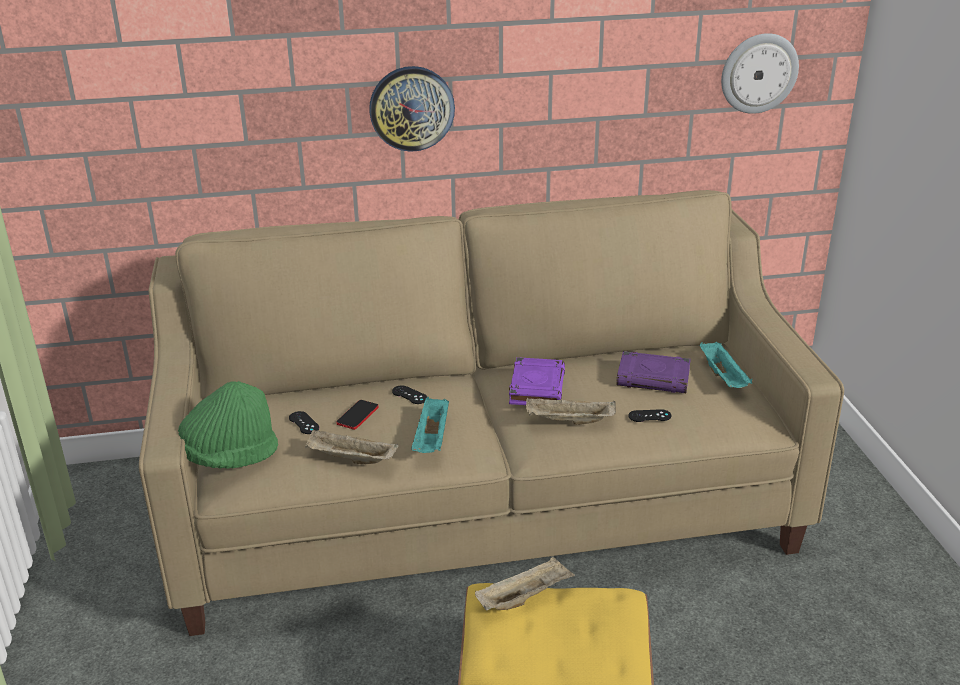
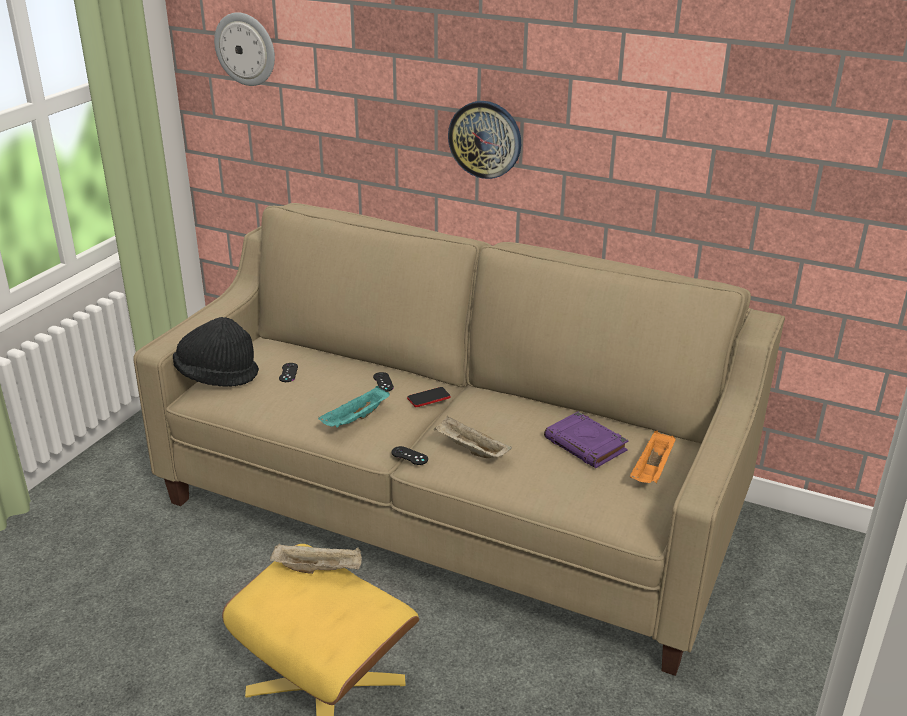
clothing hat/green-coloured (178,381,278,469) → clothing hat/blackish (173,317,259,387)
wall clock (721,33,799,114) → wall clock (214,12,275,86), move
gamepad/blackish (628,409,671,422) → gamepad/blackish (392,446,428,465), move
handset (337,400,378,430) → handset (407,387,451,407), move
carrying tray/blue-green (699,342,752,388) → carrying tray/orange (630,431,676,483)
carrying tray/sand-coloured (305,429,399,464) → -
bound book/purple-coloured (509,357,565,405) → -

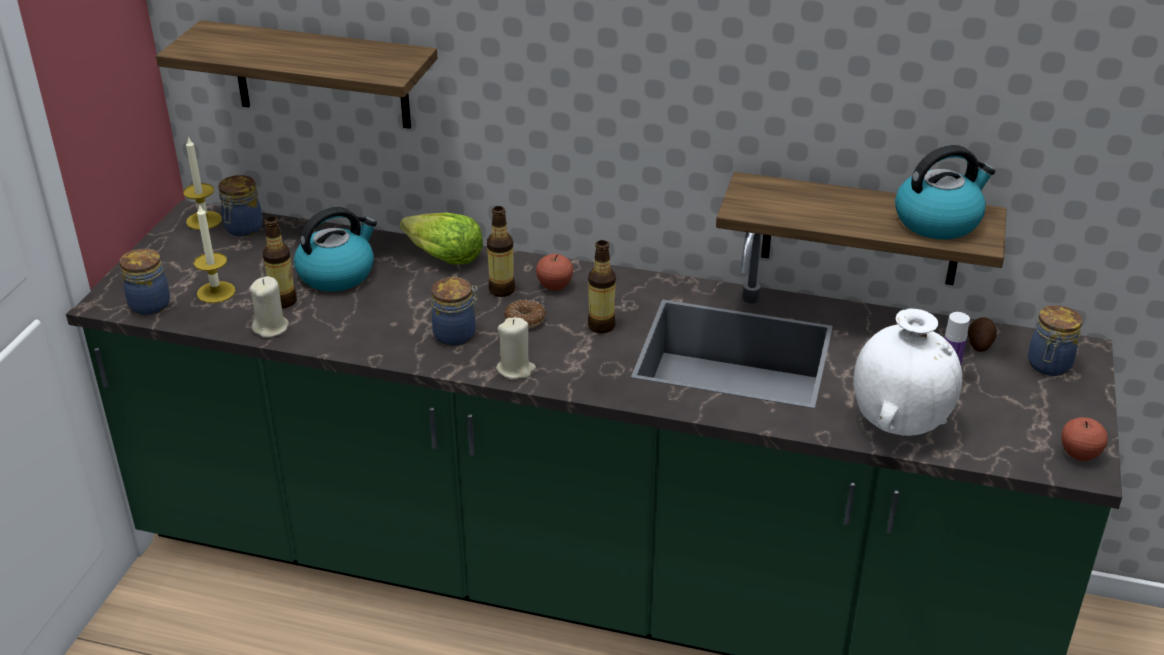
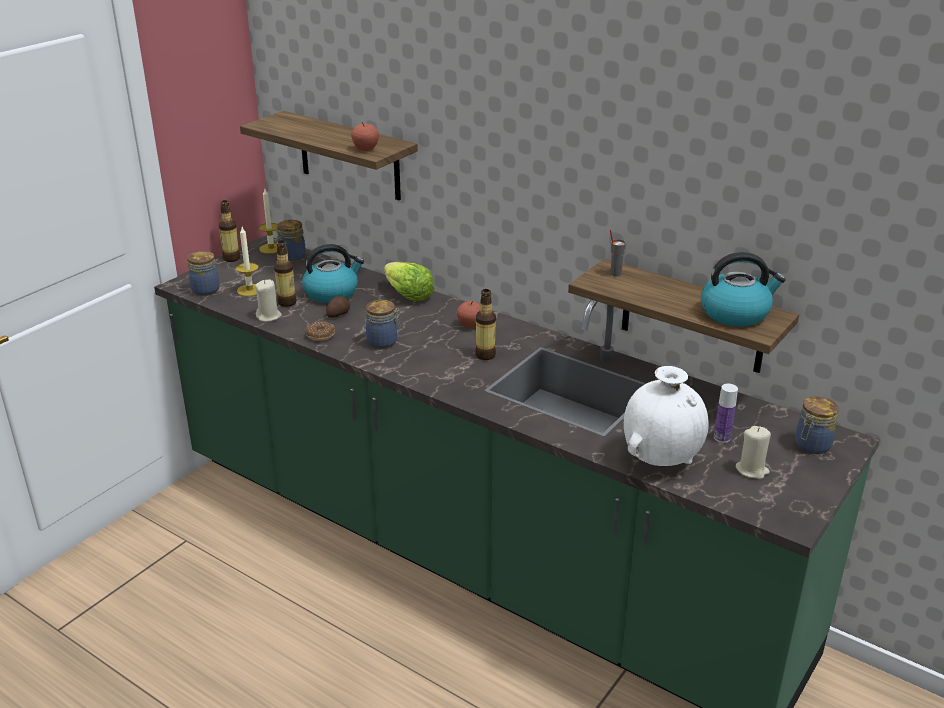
bottle (487,206,515,297) → bottle (219,200,240,262), move
doughnut (504,300,546,329) → doughnut (305,321,335,341), move
spud (968,317,997,352) → spud (326,296,350,318), move
apple fruit (1061,417,1108,461) → apple fruit (351,122,379,151), move
- → cup/grey (610,230,626,277)
wax light/sand-coloured (496,318,536,379) → wax light/sand-coloured (735,426,771,479), move

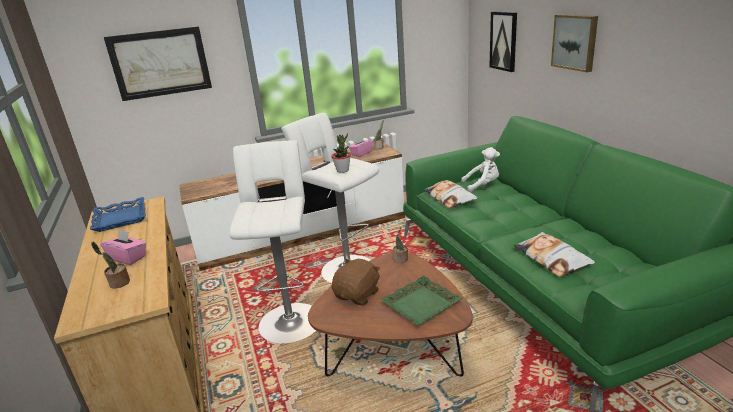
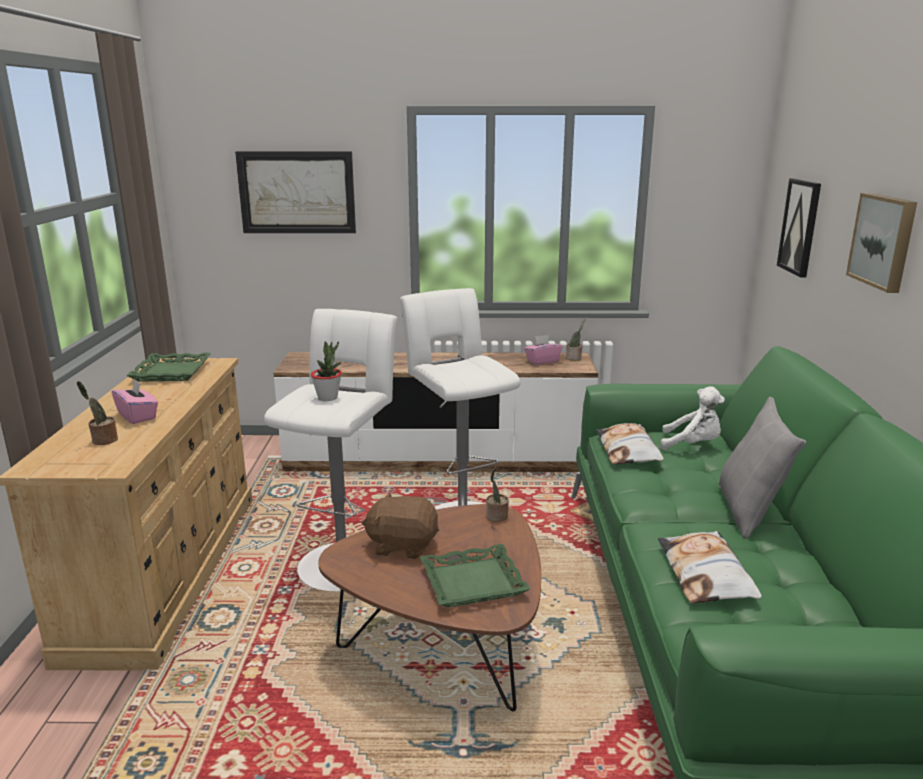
carrying tray/blue (90,197,146,232) → carrying tray/green-coloured (126,353,211,382)
plant in a pot (331,133,351,173) → plant in a pot (311,341,342,401), move
cuddly toy/brown (332,259,380,306) → cuddly toy/brown (362,492,439,559), 135 degrees counterclockwise
- → cushion/grey (719,397,806,539)

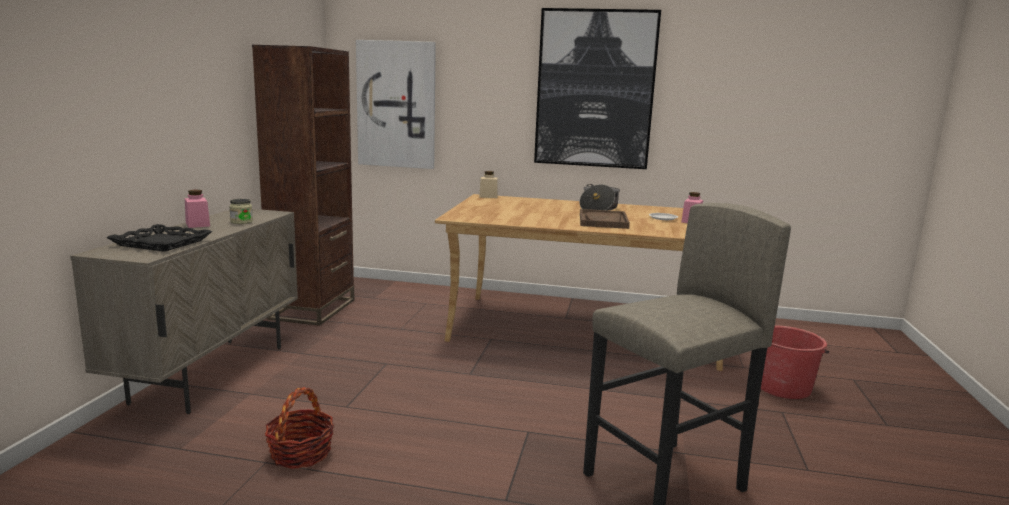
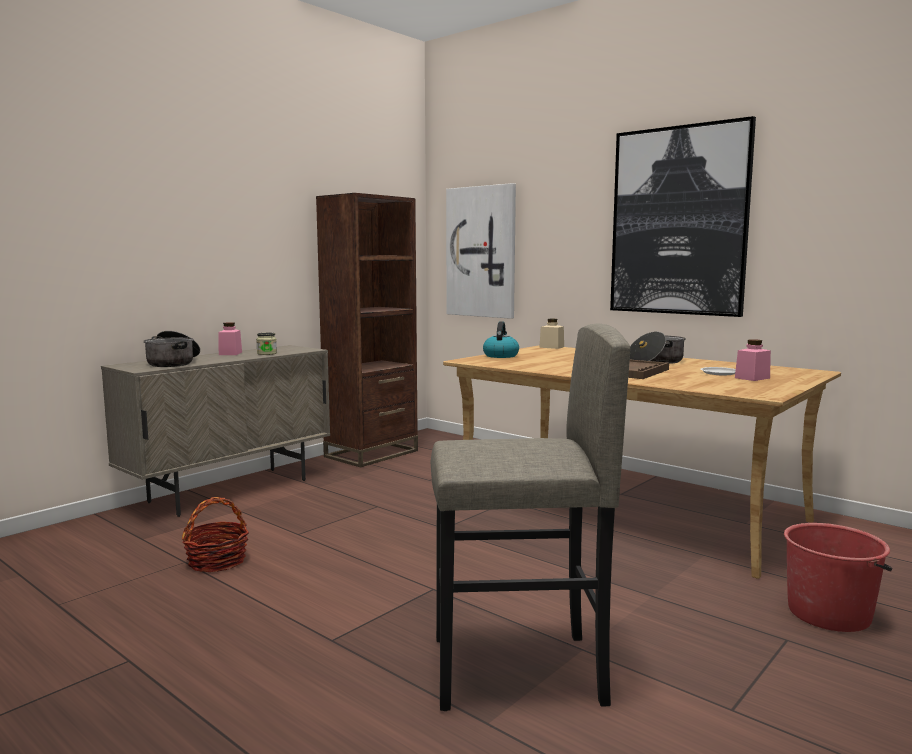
carrying tray/blackish (106,224,212,252) → saucepot (144,331,200,367)
- → water kettle (483,321,519,358)

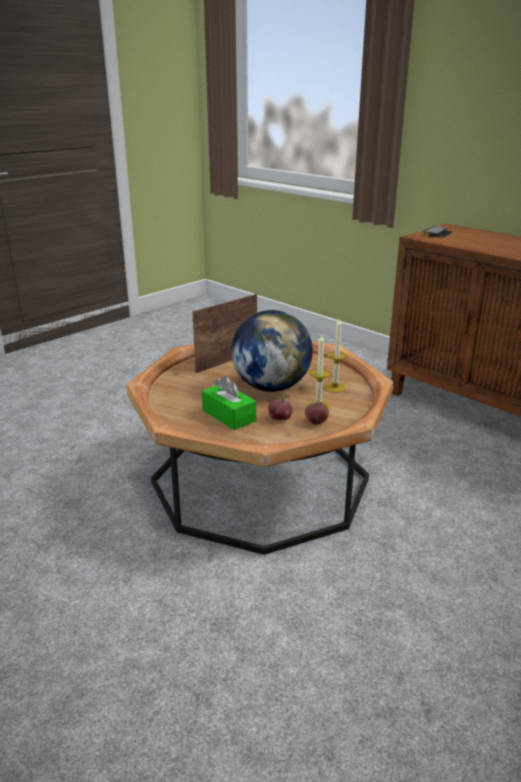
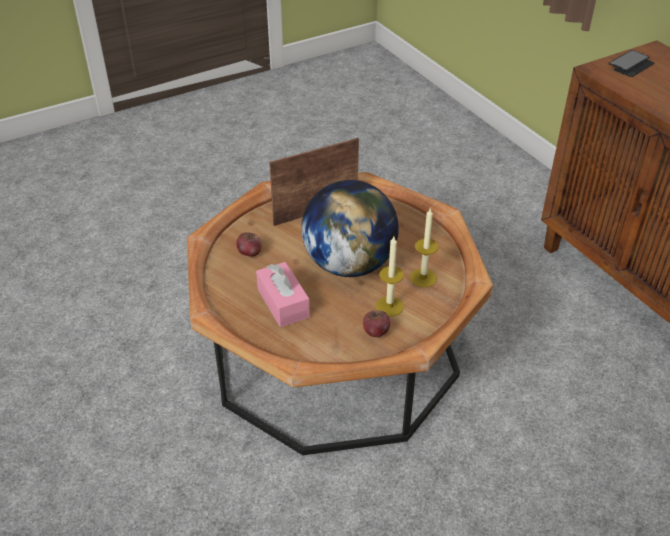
apple fruit (268,398,293,420) → apple fruit (236,232,262,256), move
tissue holder/green-coloured (202,376,256,430) → tissue holder/pink (256,262,310,327)

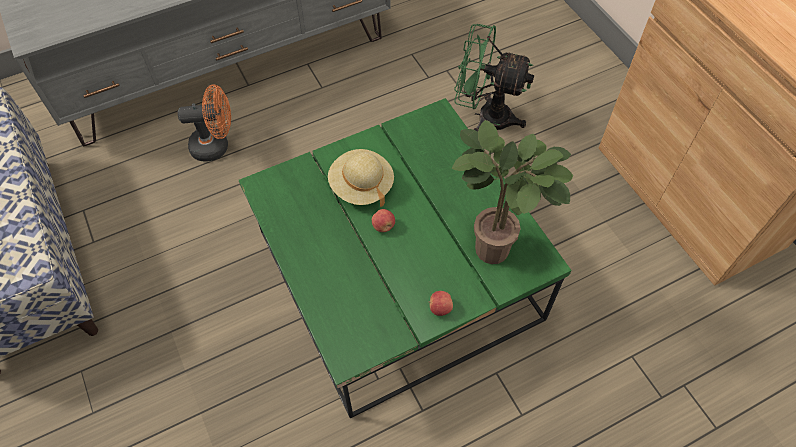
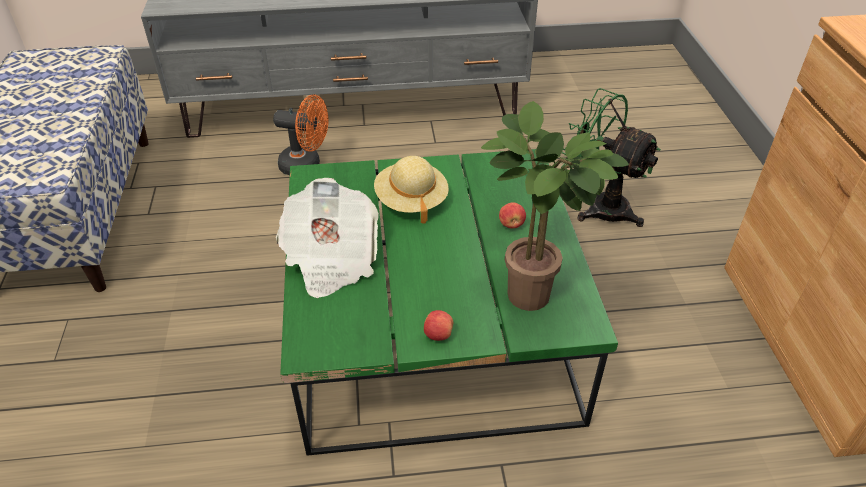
- → newspaper (276,178,379,298)
apple fruit (372,209,395,232) → apple fruit (499,202,526,229), move

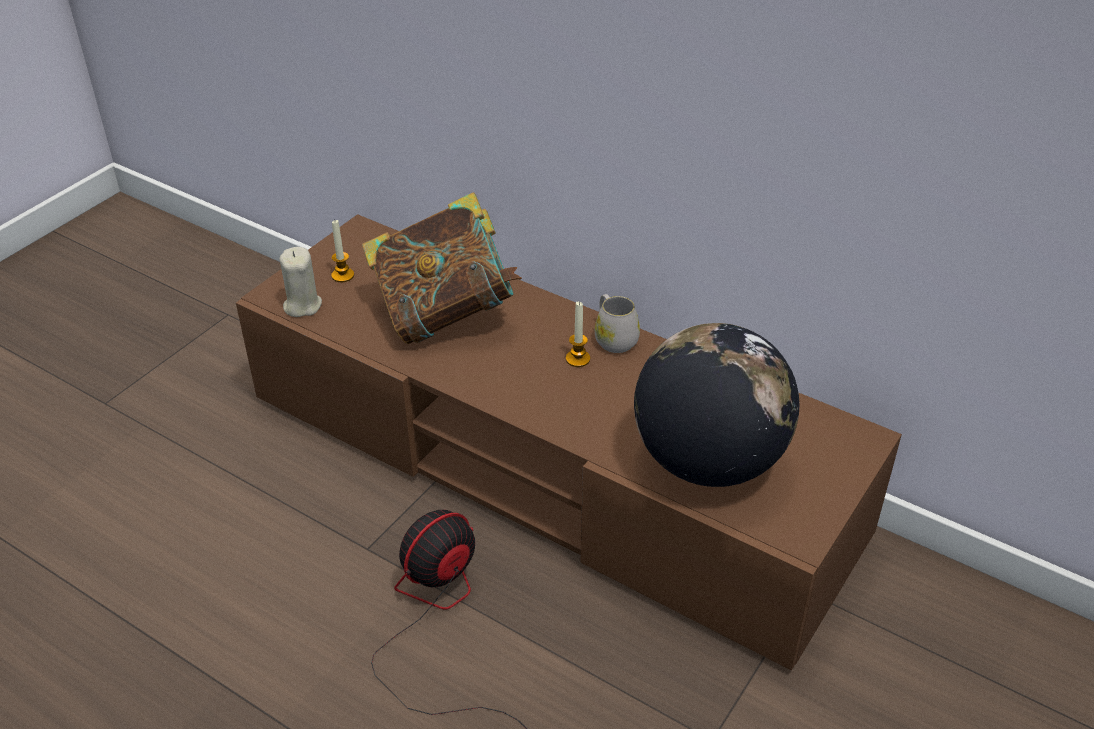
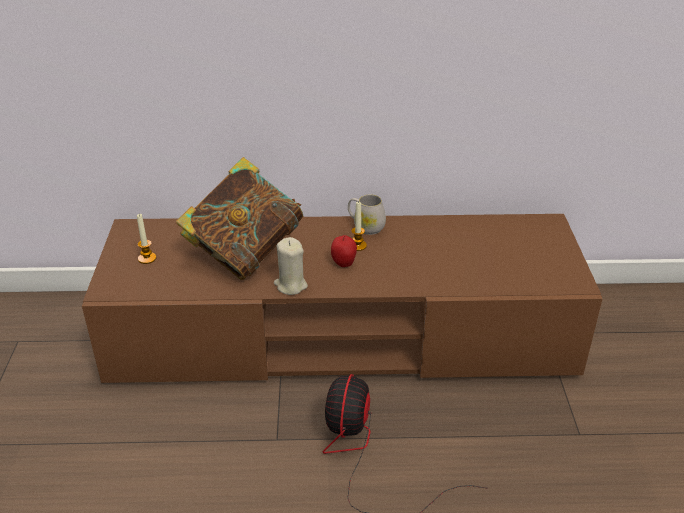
wax light/sand-coloured (279,247,322,317) → wax light/sand-coloured (274,237,308,295), move
- → apple fruit (331,235,357,267)
desk globe (634,323,799,487) → -

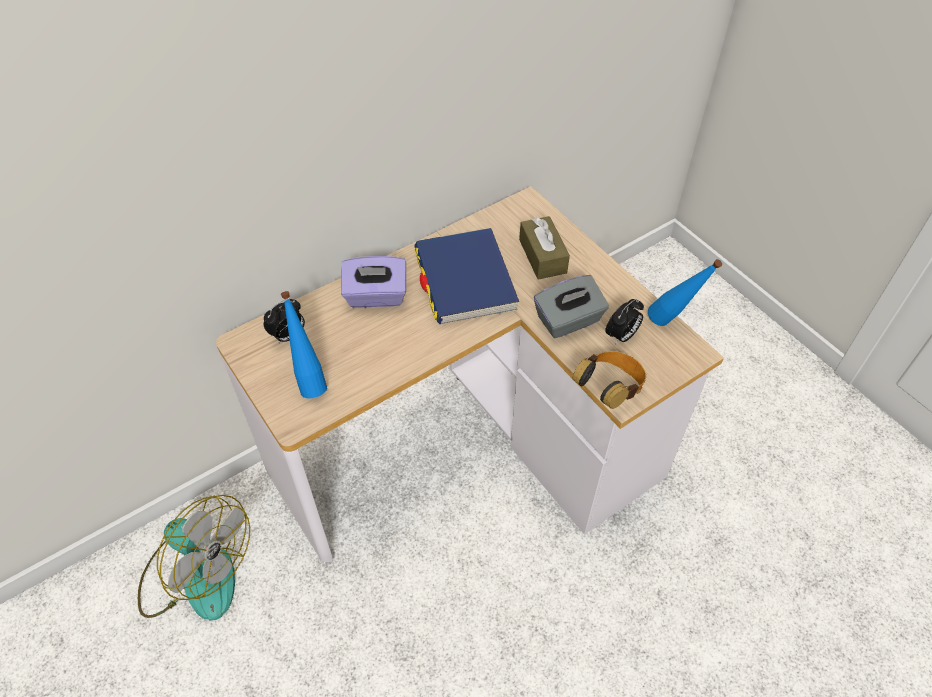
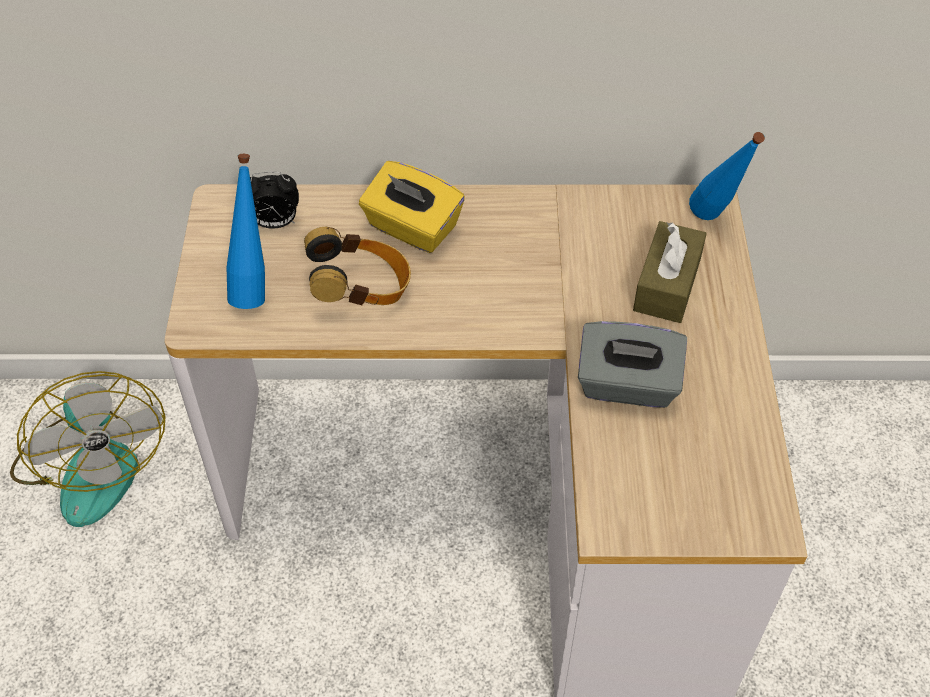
pair of headphones (572,351,646,409) → pair of headphones (304,227,411,305), move
tissue holder/purple-coloured (341,256,406,308) → tissue holder/yellowish (359,161,465,253)
bottle/blue (648,259,722,326) → bottle/blue (689,132,765,220), move
bound book/blue (414,228,519,324) → -
alarm clock (605,299,644,344) → -

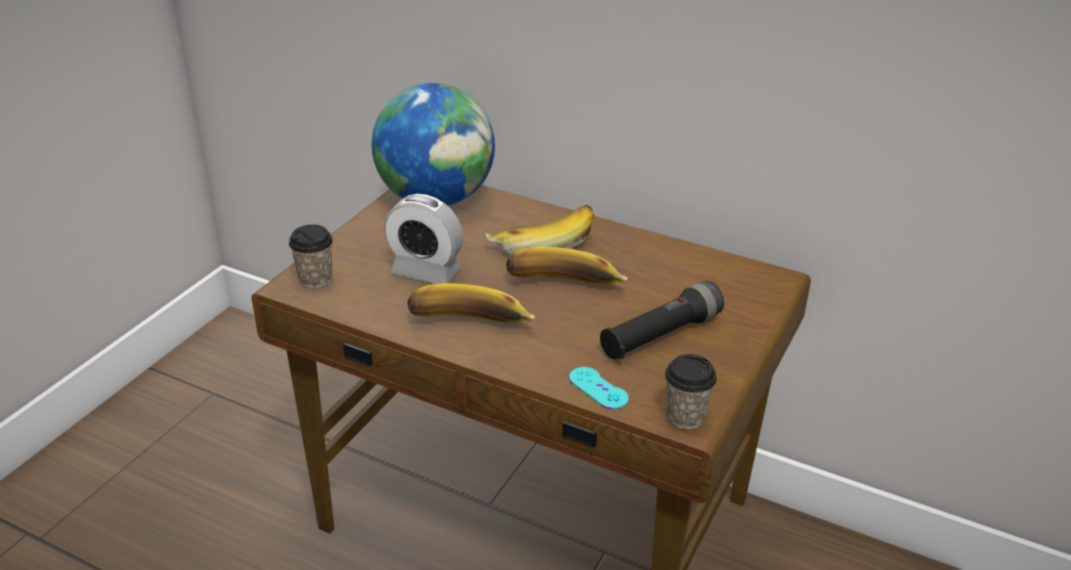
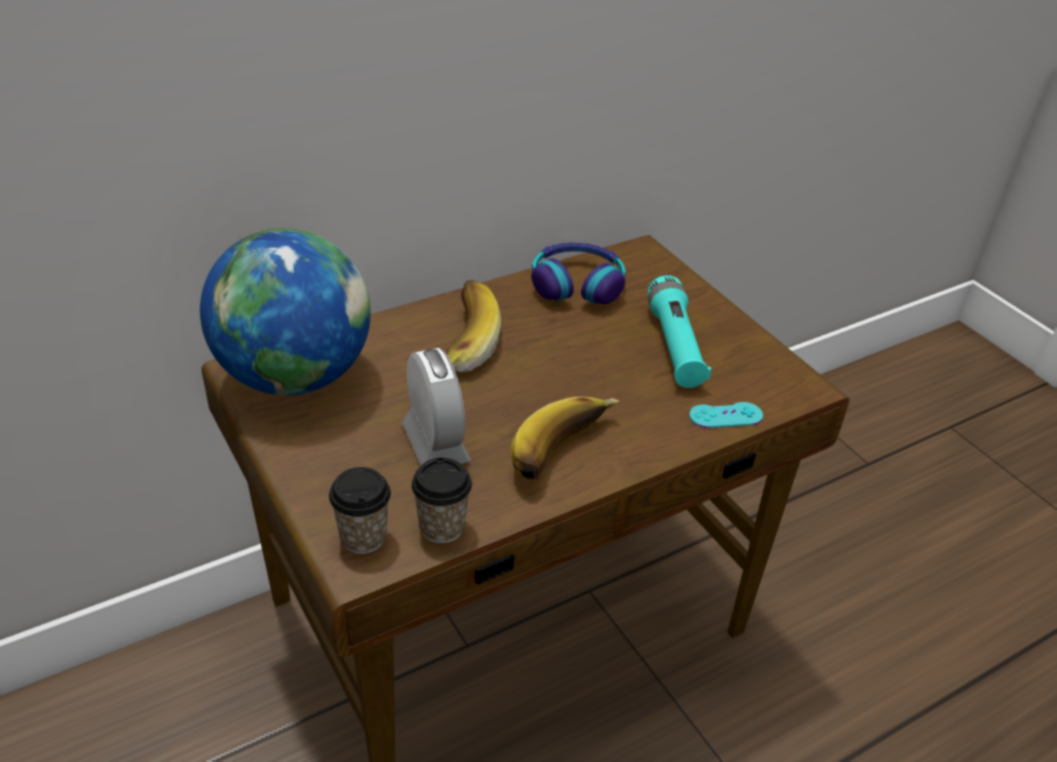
alarm clock (384,194,463,284) → alarm clock (402,348,471,465), 75 degrees counterclockwise
cup (665,354,717,429) → cup (411,458,472,543), move
- → pair of headphones (531,242,626,304)
flashlight/blackish (600,281,724,360) → flashlight/blue-green (648,275,711,388)
banana (506,247,627,284) → -

